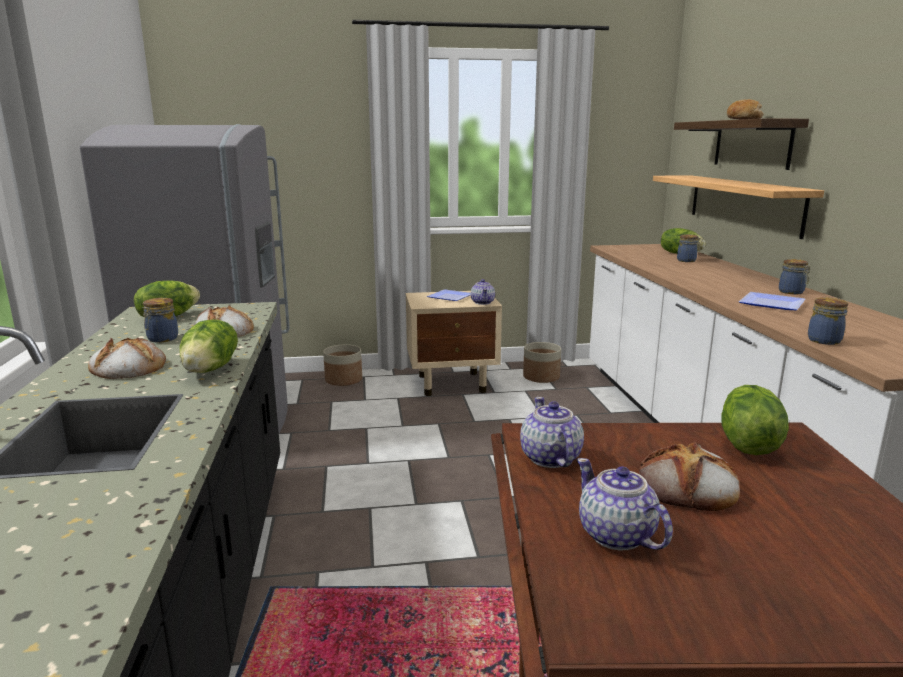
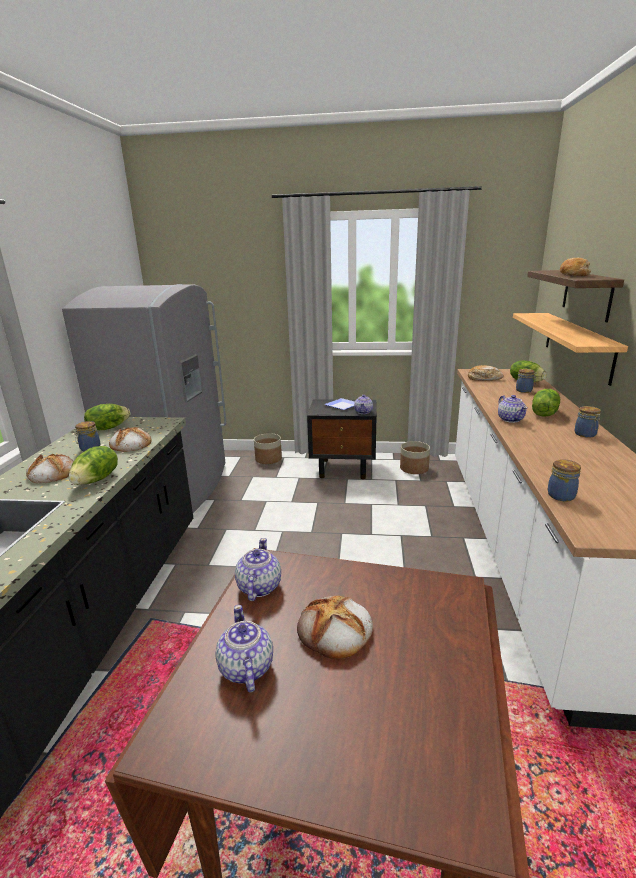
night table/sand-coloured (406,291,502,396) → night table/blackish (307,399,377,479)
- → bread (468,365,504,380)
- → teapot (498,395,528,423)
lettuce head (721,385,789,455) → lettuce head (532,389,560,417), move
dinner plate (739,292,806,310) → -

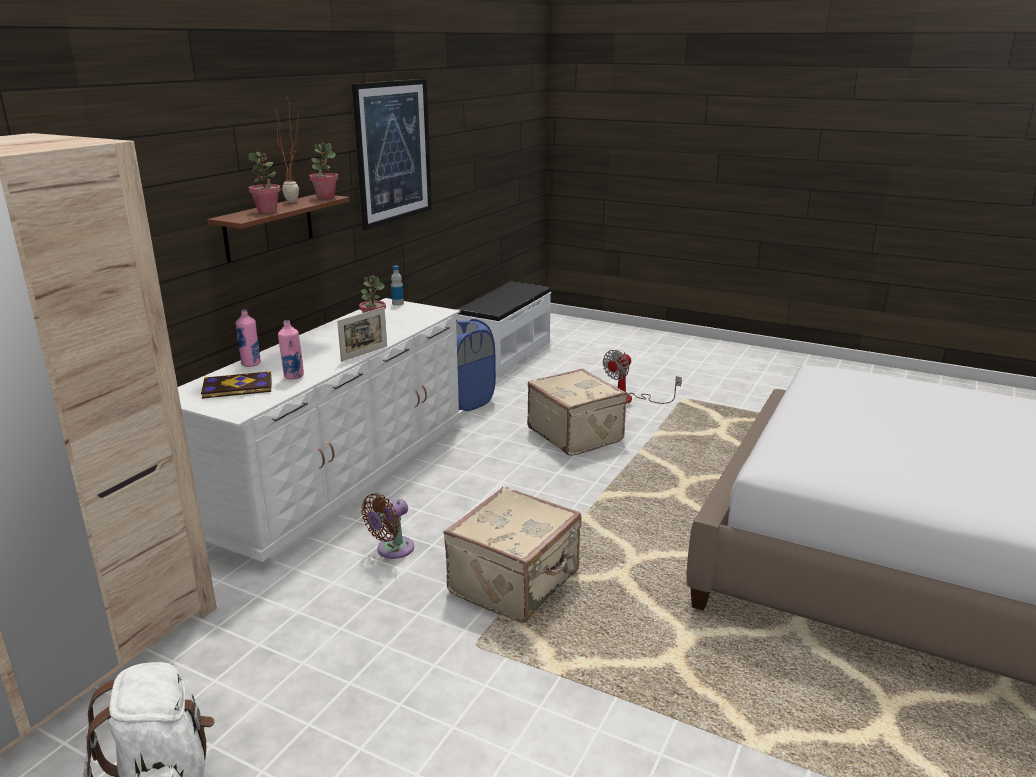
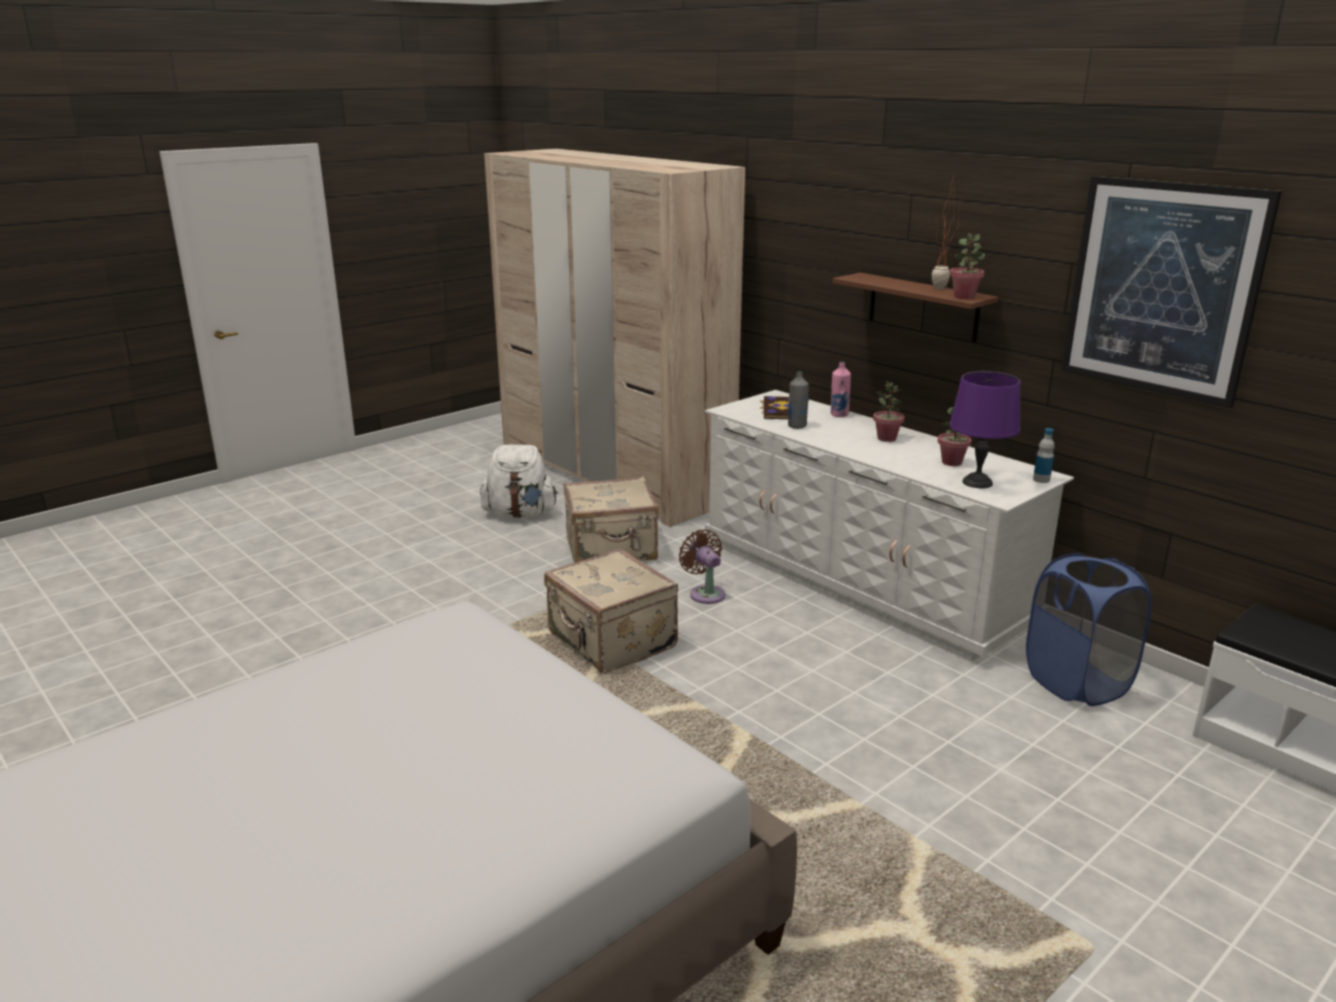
travel case/sand-coloured (527,369,628,456) → travel case/sand-coloured (563,476,659,563), move
bottle/pink (278,320,304,379) → bottle/grey (788,371,809,429)
plant in a pot (248,152,281,213) → plant in a pot (873,381,905,442), move
- → tabletop lamp/purple-coloured (949,371,1021,488)
standing frame (337,307,387,362) → -
cooling fan (603,350,682,404) → -

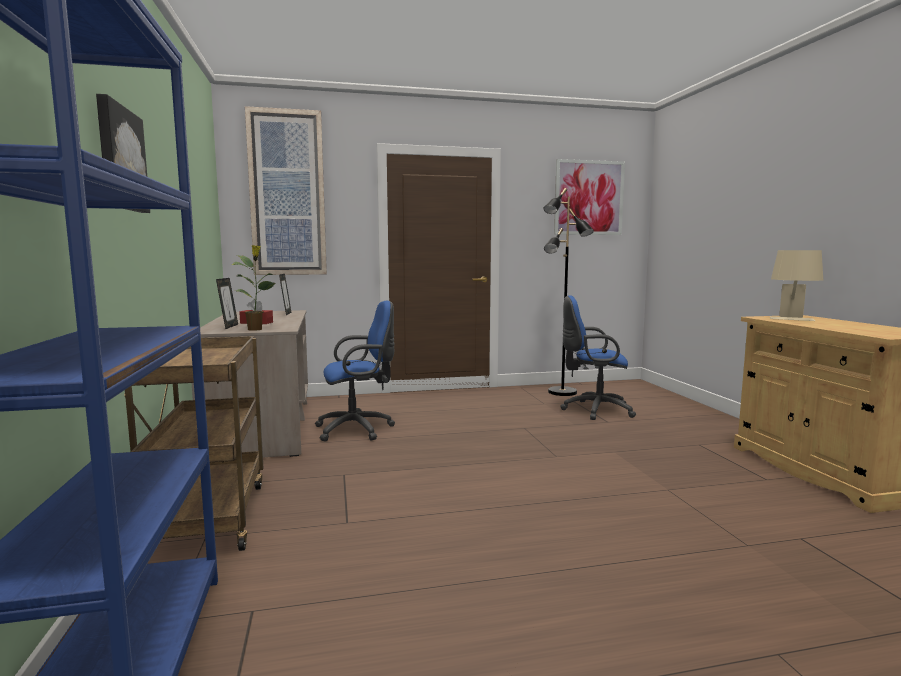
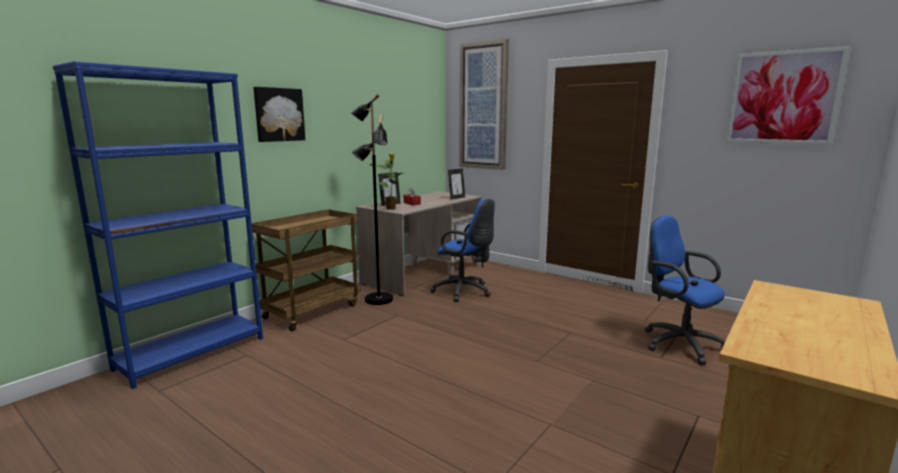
standard lamp/blackish (543,188,594,396) → standard lamp/blackish (351,94,393,305), move
tabletop lamp/sand-coloured (770,250,823,321) → -

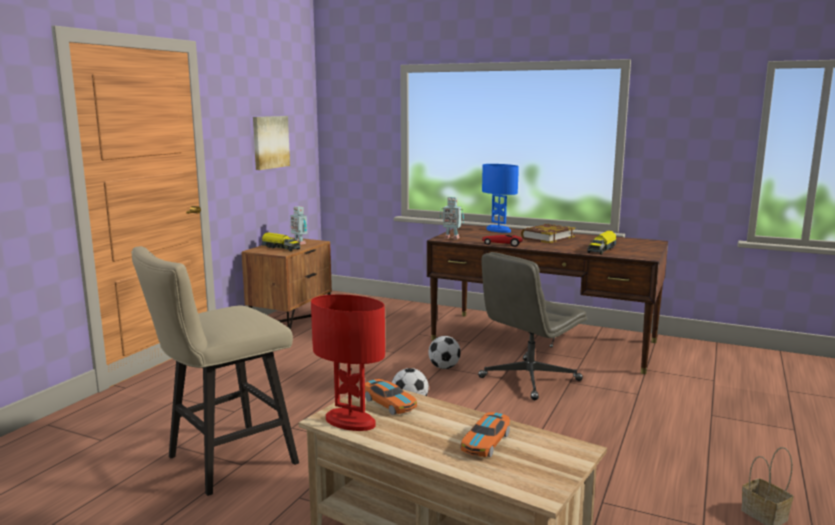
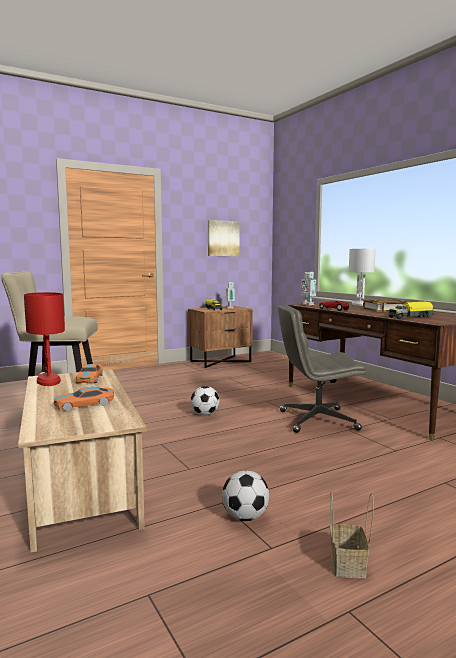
ball for football (428,336,461,369) → ball for football (222,470,269,521), move
tabletop lamp/blue (482,164,519,233) → tabletop lamp/whitish (349,249,375,306)

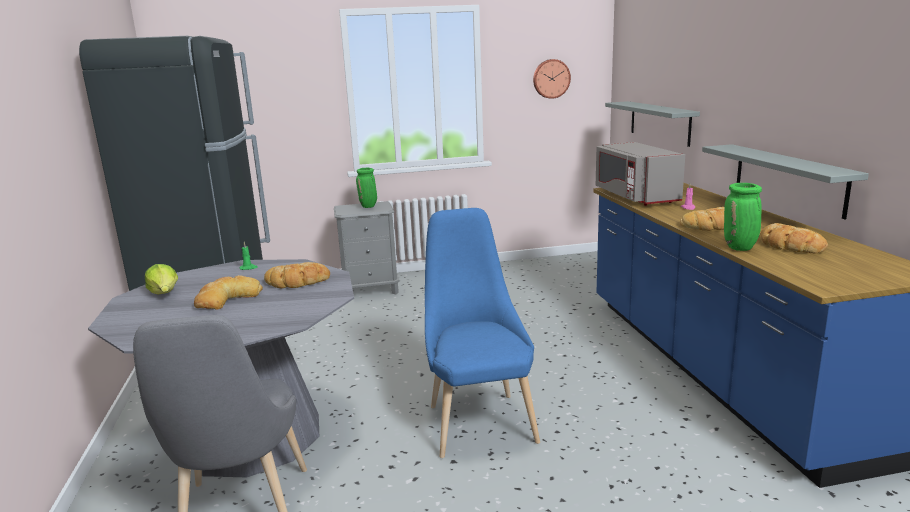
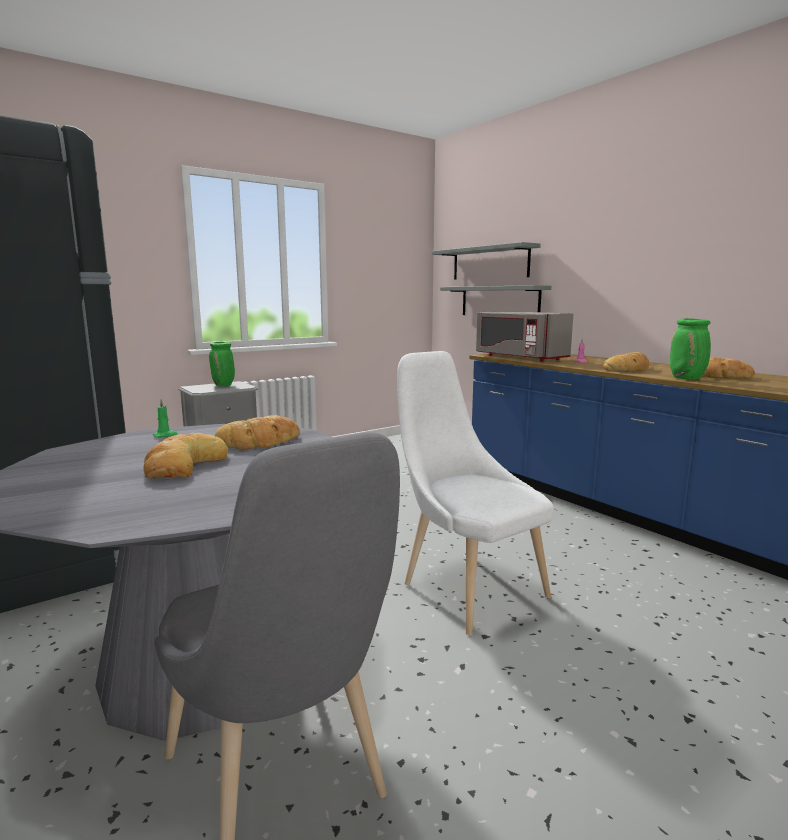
upright chair/blue (425,208,540,458) → upright chair/whitish (397,351,554,636)
shelf/grey (702,144,869,219) → shelf/grey (432,242,541,280), move
lettuce head (145,264,178,294) → -
wall clock (533,59,571,99) → -

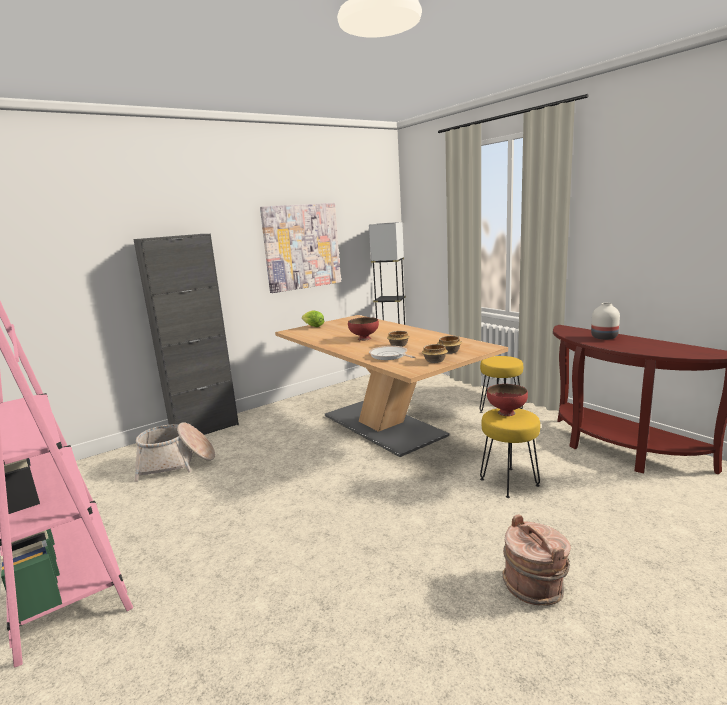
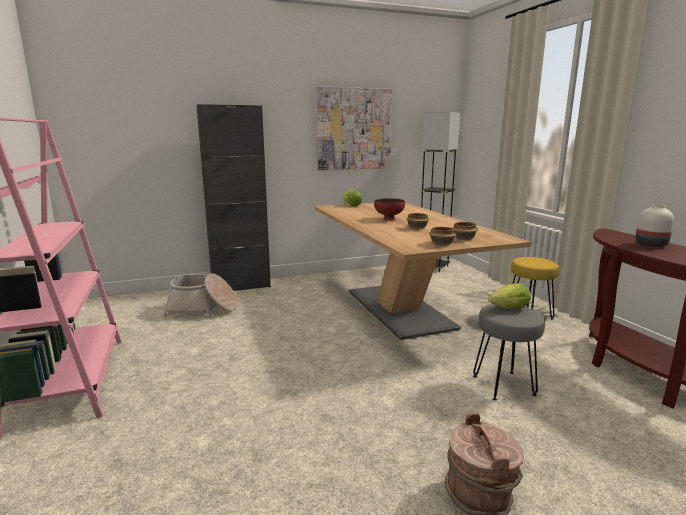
stool seat/yellowish (480,408,540,498) → stool seat/grey (473,304,545,401)
serving bowl/red (487,384,528,416) → lettuce head (488,283,531,309)
skillet (369,346,415,360) → -

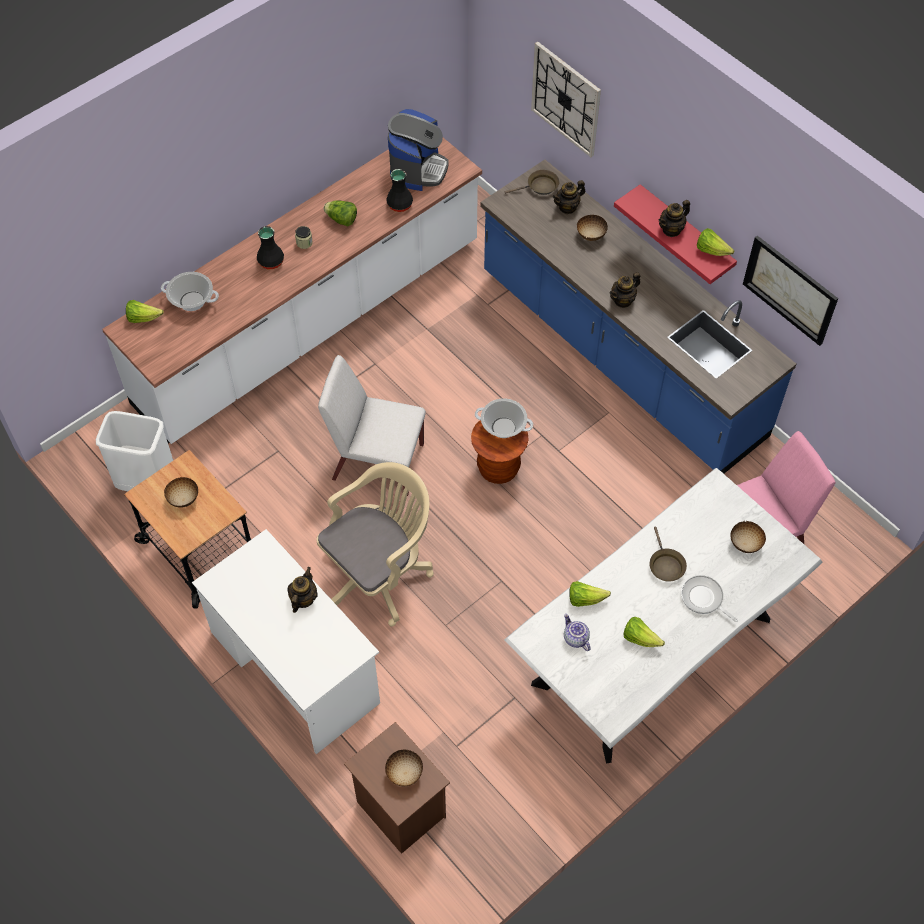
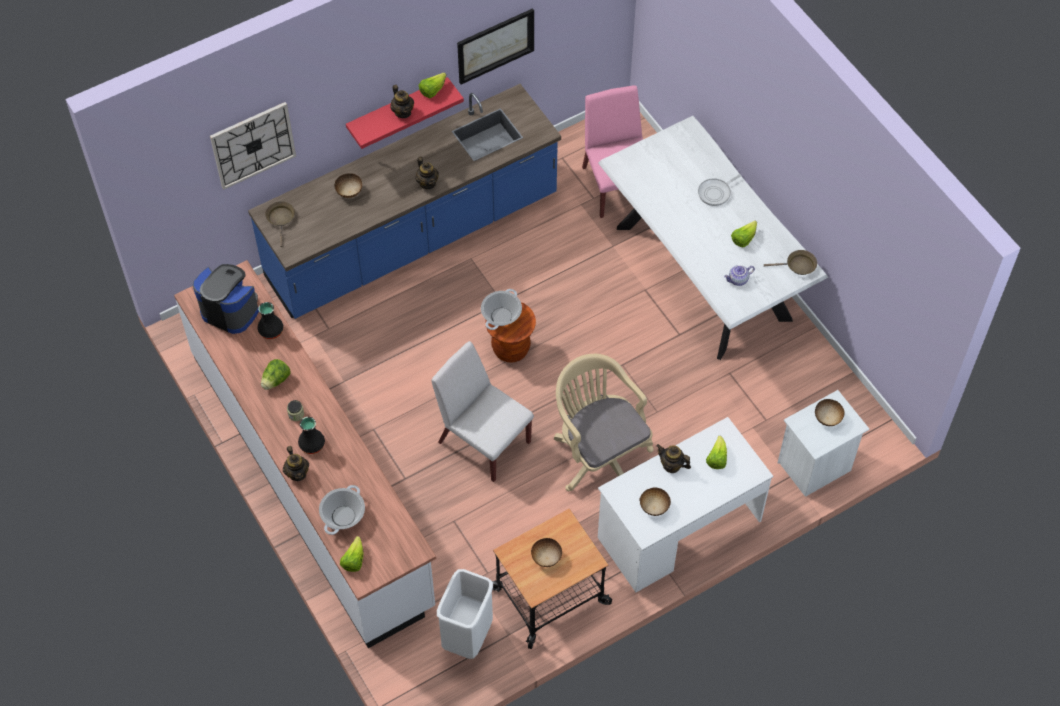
teapot (553,180,585,214) → teapot (283,446,309,481), move
upright chair/whitish (318,355,426,496) → upright chair/whitish (431,341,534,482), 105 degrees clockwise
serving bowl (730,521,766,553) → serving bowl (639,487,671,516), move
lettuce head (569,581,611,607) → lettuce head (706,436,727,469), move
skillet/brown (649,527,687,581) → skillet/brown (764,250,817,275), move
night table/brown (344,722,450,854) → night table/whitish (778,390,869,497)

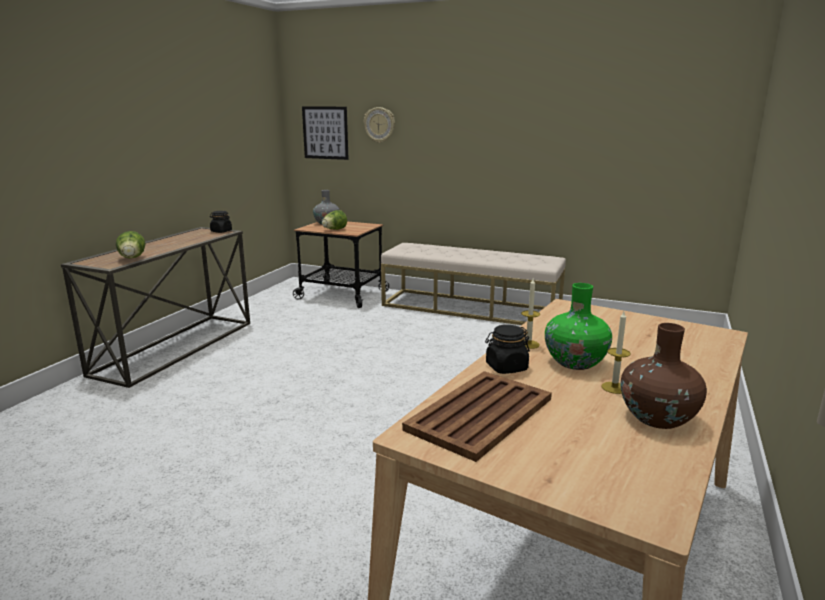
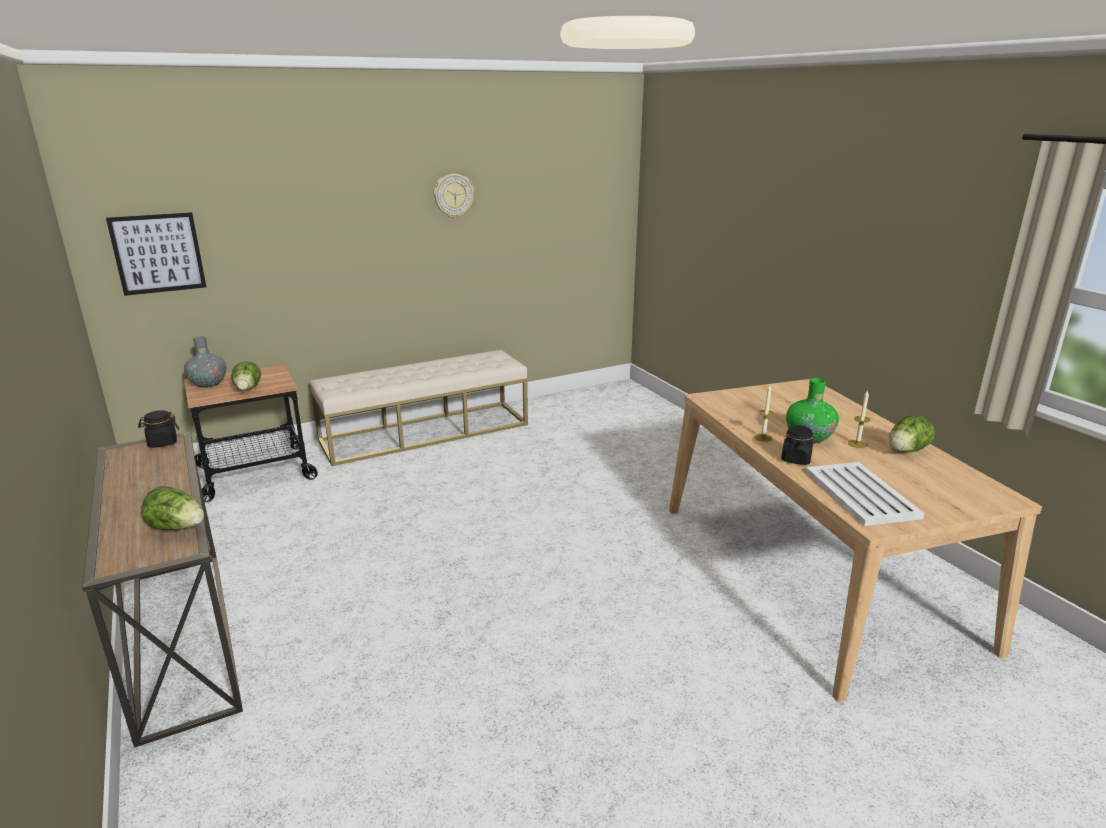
wall clock (364,107,395,143) → wall clock (433,174,474,218), move
carrying tray/brown (402,371,552,462) → carrying tray/whitish (806,462,925,526)
vase/brown (621,323,707,429) → lettuce head (889,415,935,452)

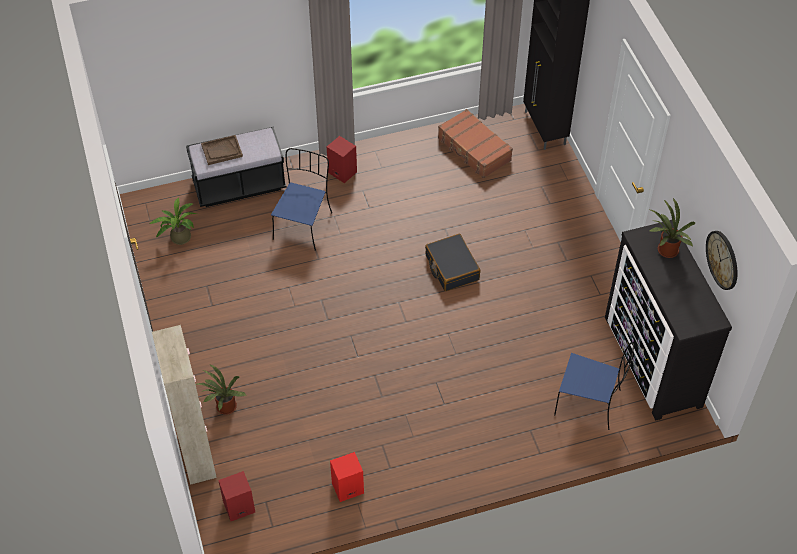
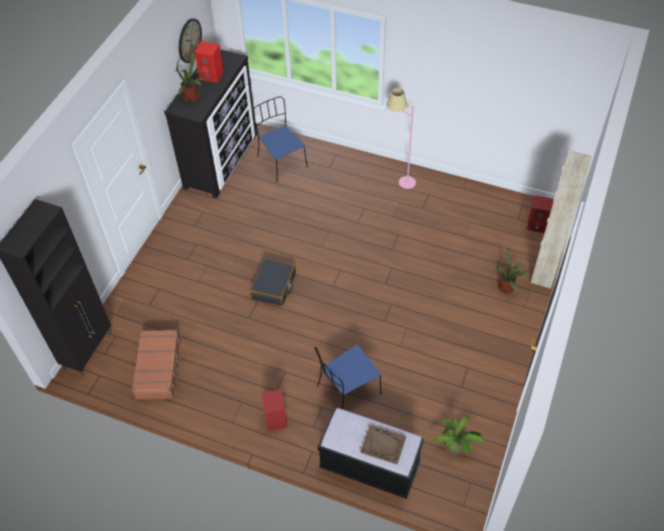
audio speaker/red (330,452,364,502) → audio speaker/red (195,41,224,83), move
- → standard lamp/pink (387,88,416,189)

